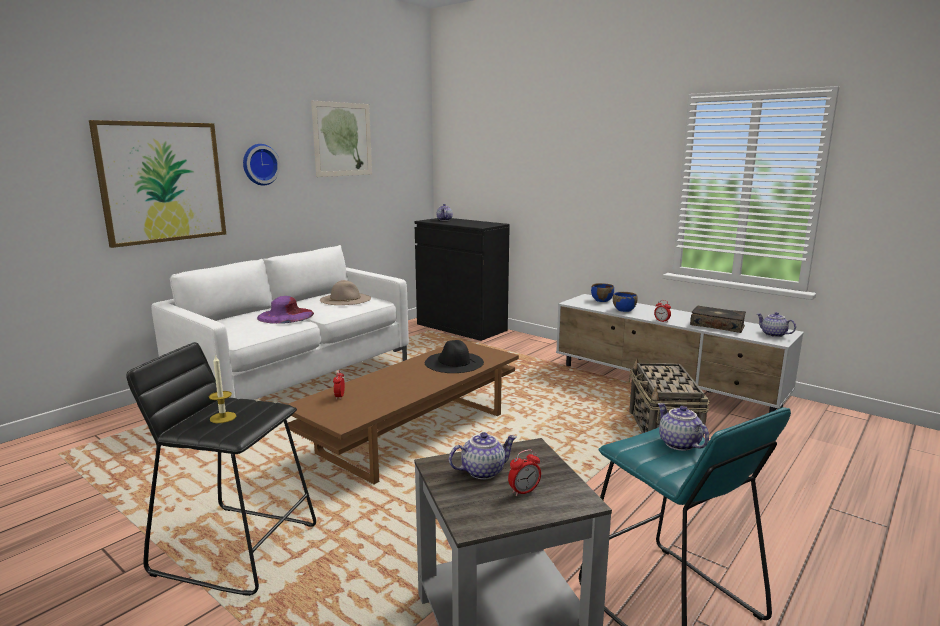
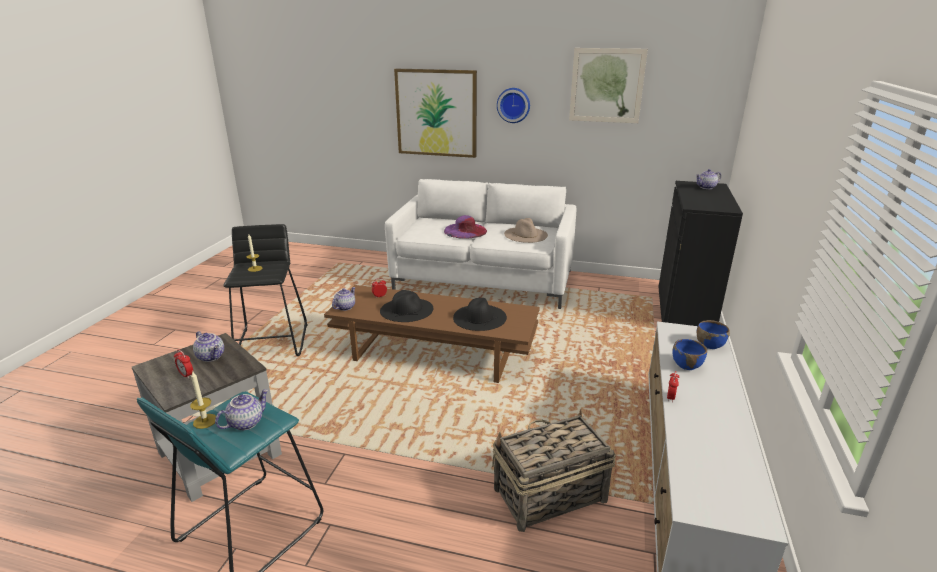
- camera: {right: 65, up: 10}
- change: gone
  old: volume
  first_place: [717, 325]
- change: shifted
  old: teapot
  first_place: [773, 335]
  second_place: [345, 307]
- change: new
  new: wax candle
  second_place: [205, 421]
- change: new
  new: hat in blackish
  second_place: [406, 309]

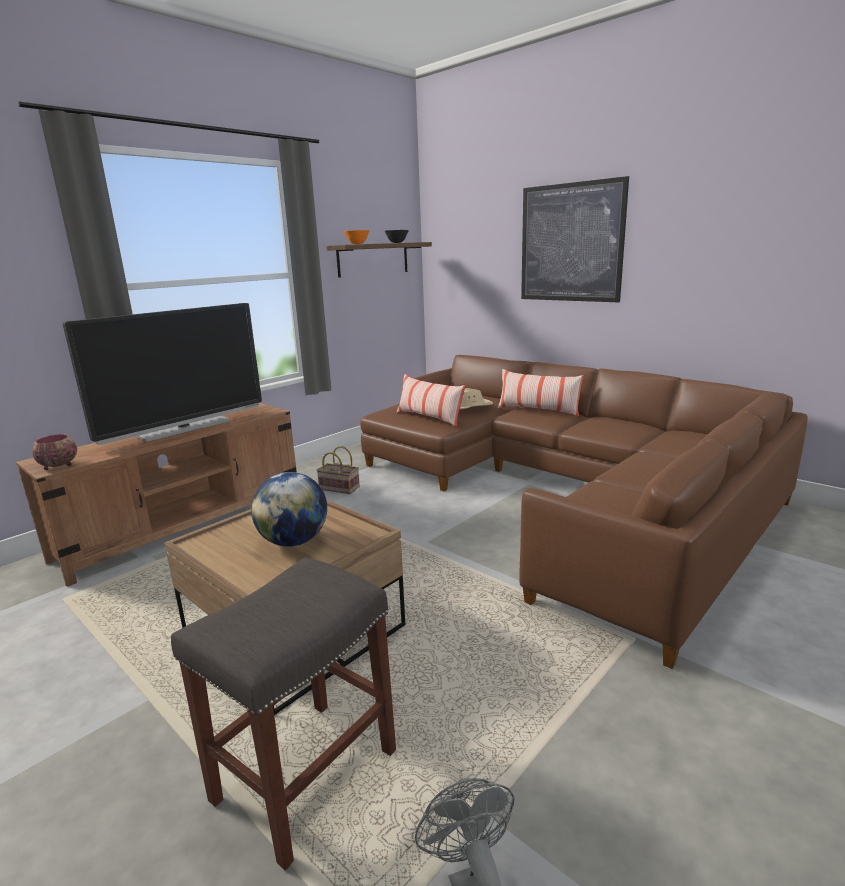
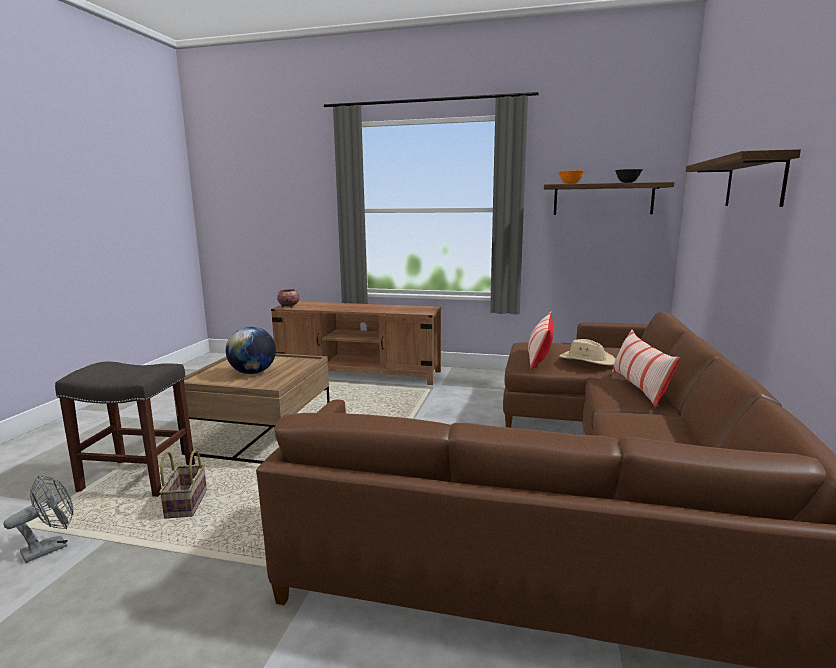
- camera: {right: 60, up: -5}
- change: gone
  old: television
  first_place: [184, 428]
- change: shifted
  old: storage basket
  first_place: [338, 488]
  second_place: [185, 503]
- change: swapped
  old: picture
  new: shelf
  first_place: [571, 243]
  second_place: [754, 182]

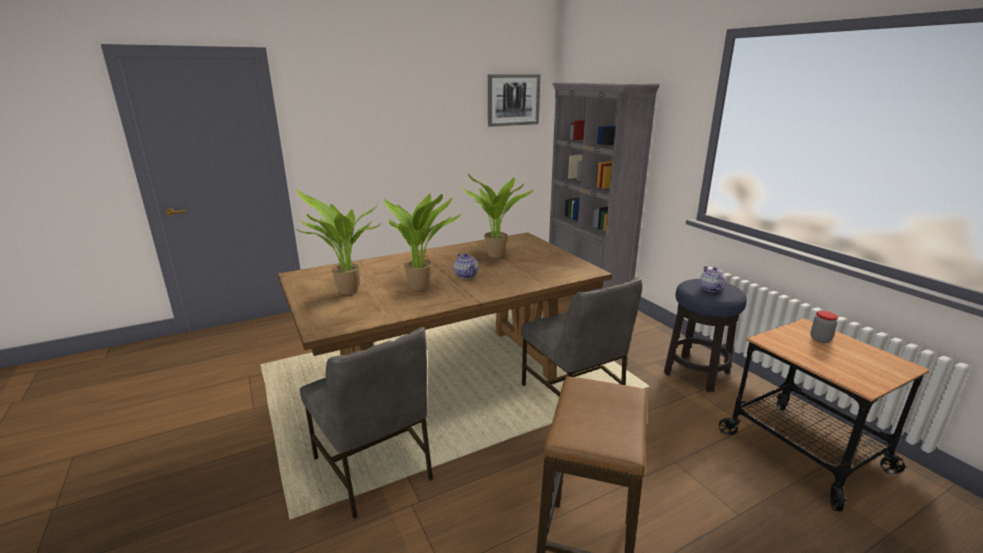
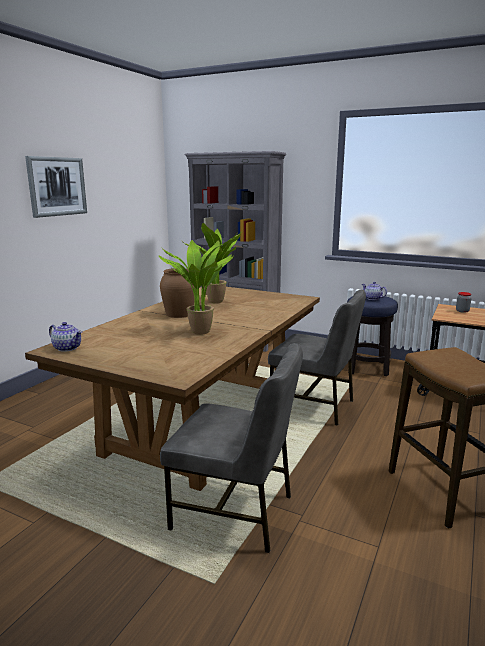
- camera: {right: -35, up: -5}
- change: gone
  old: houseplant
  first_place: [346, 293]
- change: shifted
  old: teapot
  first_place: [466, 275]
  second_place: [67, 348]
- change: shifted
  old: picture
  first_place: [513, 100]
  second_place: [57, 186]
- change: new
  new: vase in brown-coloured
  second_place: [179, 314]

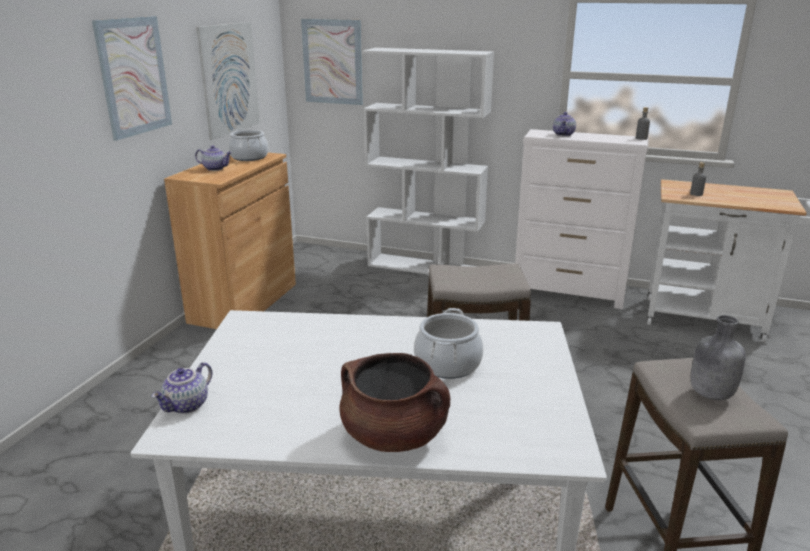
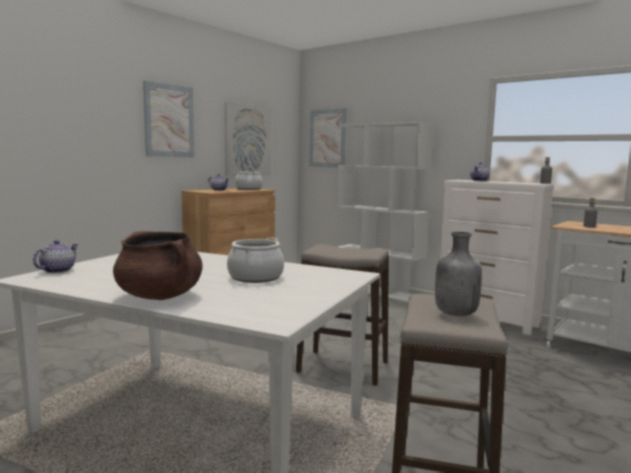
- camera: {right: 20, up: -15}
- change: rotated
  old: teapot
  first_place: [187, 406]
  second_place: [57, 270]
  degrees: 150

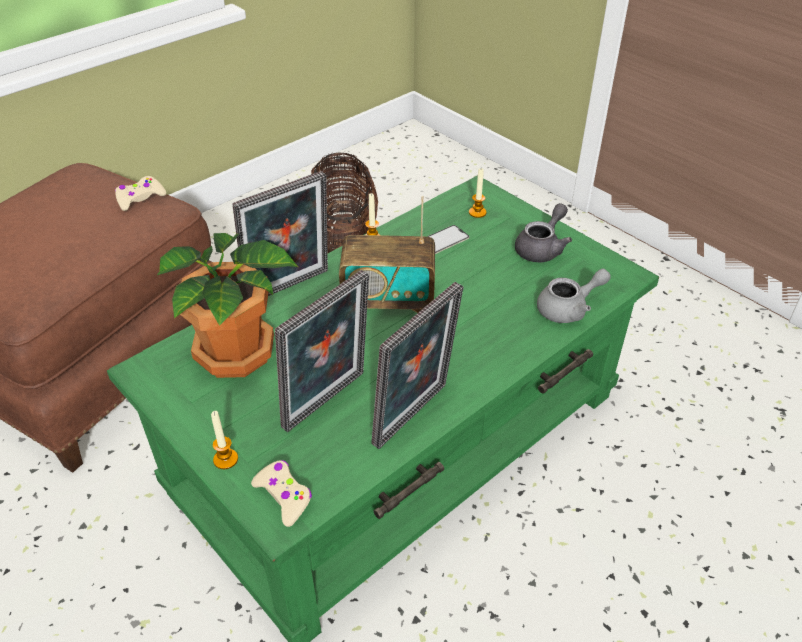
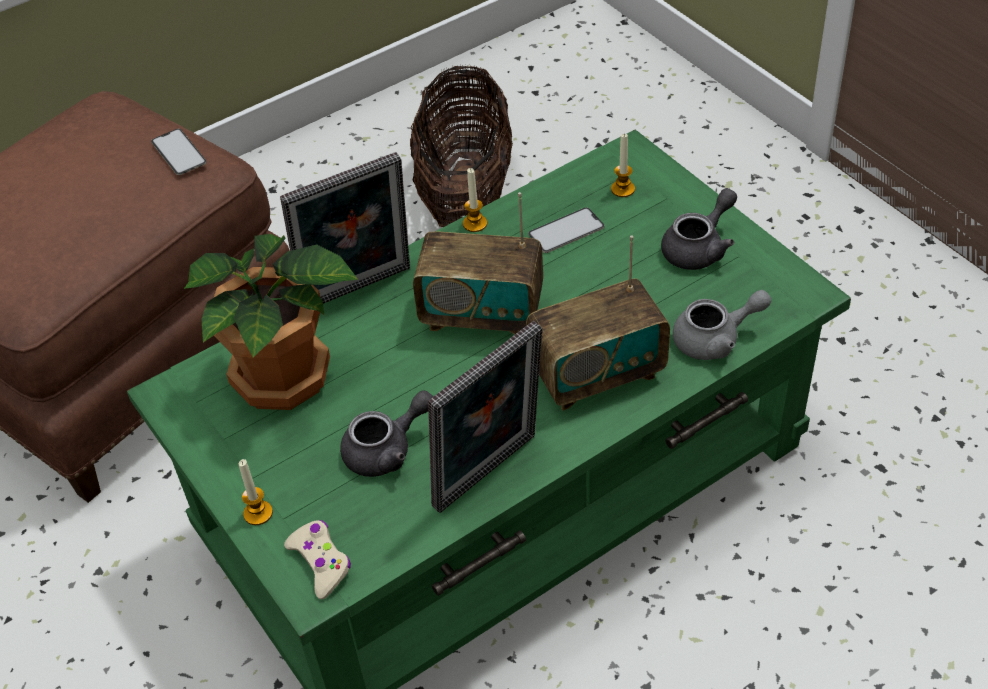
- camera: {right: 10, up: 5}
- change: swapped
  old: game controller in beige
  new: telephone
  first_place: [140, 198]
  second_place: [179, 152]
- change: swapped
  old: picture frame
  new: teapot in greyish
  first_place: [328, 403]
  second_place: [387, 450]
- change: new
  new: radio
  second_place: [597, 374]

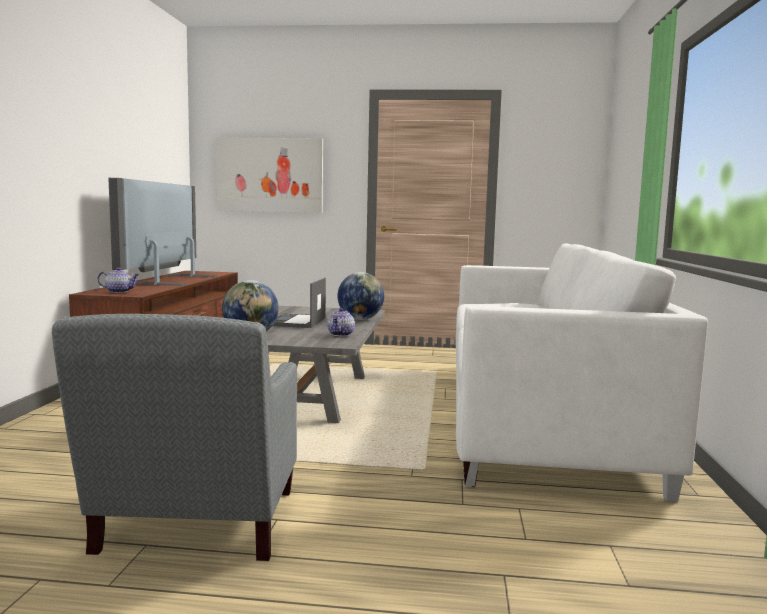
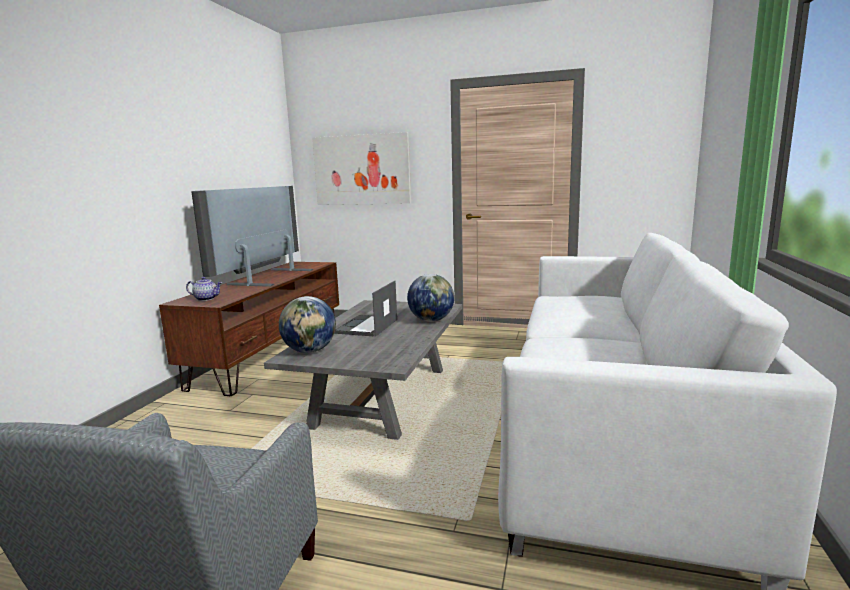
- camera: {right: 10, up: 5}
- change: gone
  old: teapot
  first_place: [341, 334]

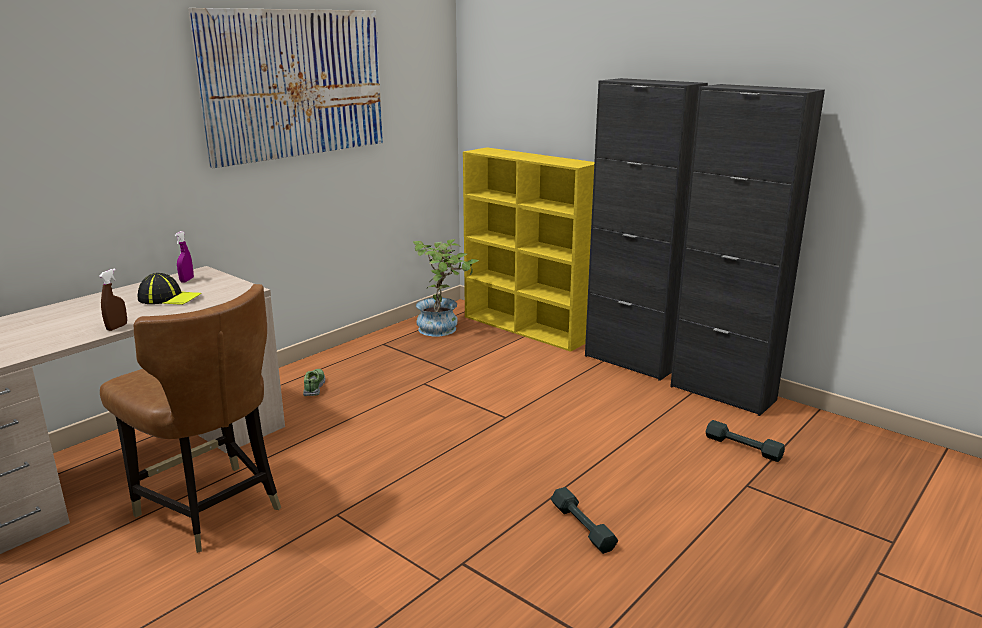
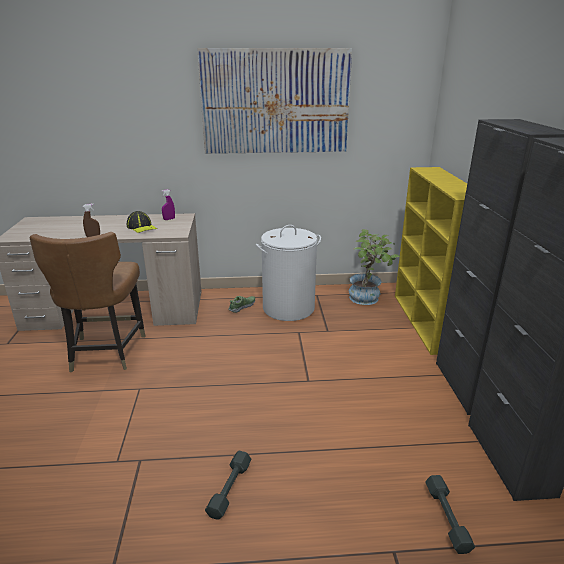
- camera: {right: 45, up: 5}
- change: new
  new: laundry basket in white-coloured
  second_place: [288, 308]

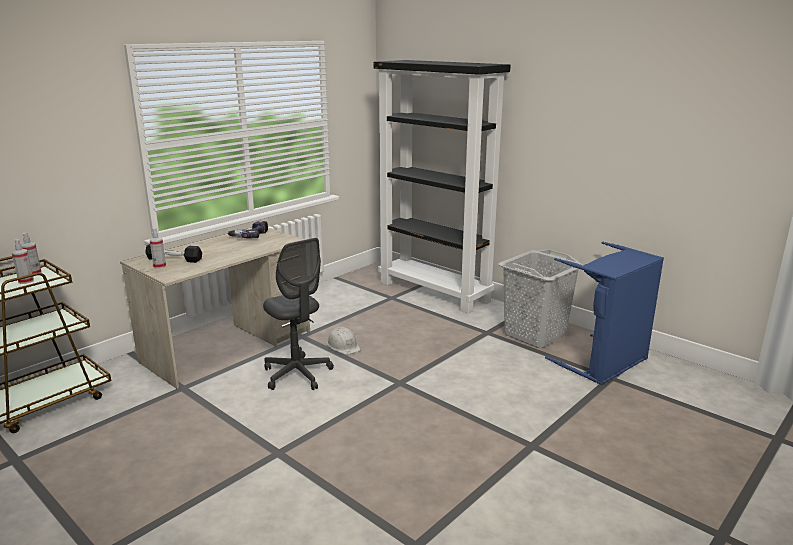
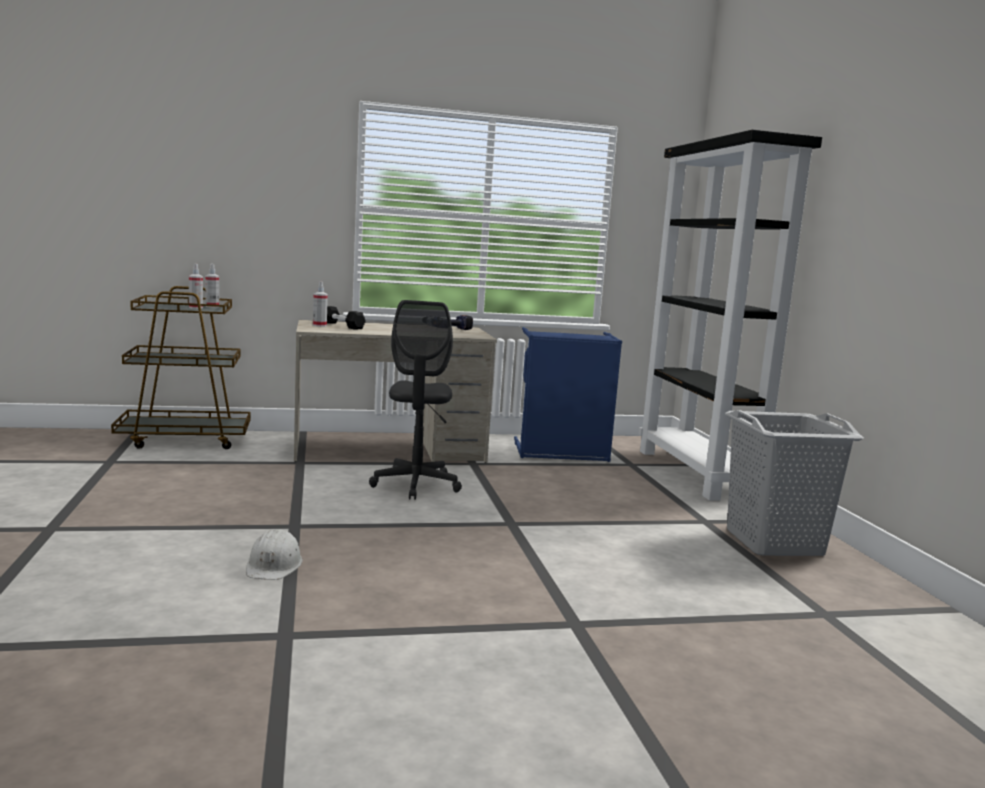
- camera: {right: 35, up: -10}
- change: shifted
  old: work helmet in white-coloured
  first_place: [343, 346]
  second_place: [274, 565]
- change: shifted
  old: laundry basket in blue
  first_place: [605, 363]
  second_place: [561, 454]

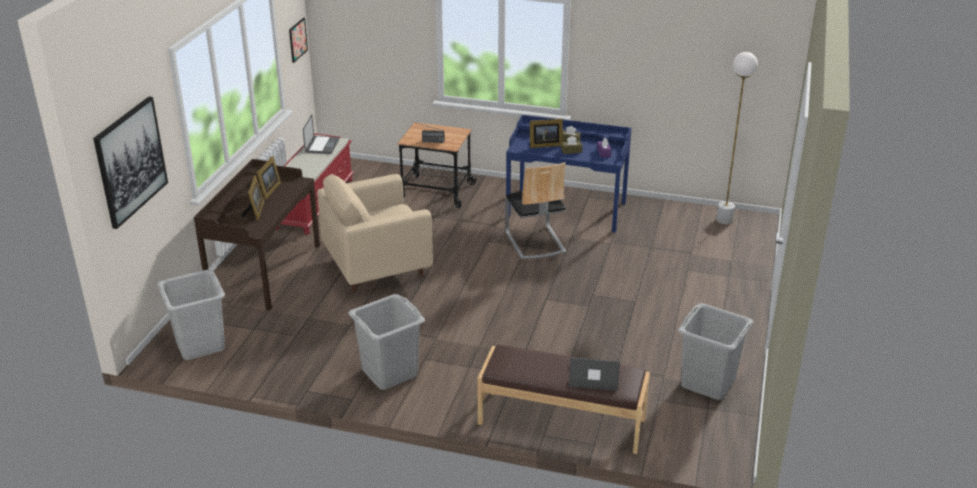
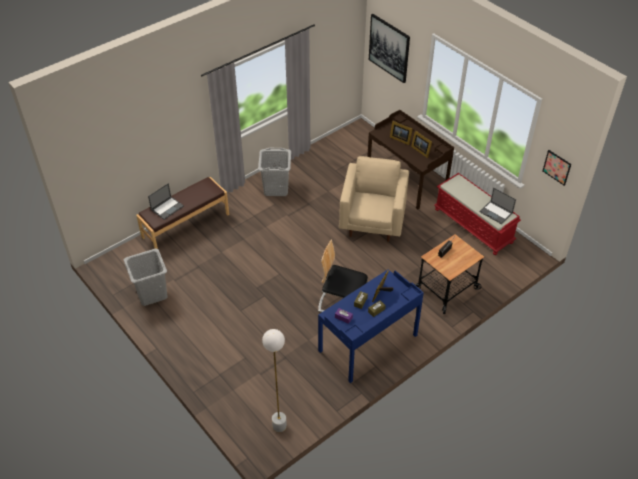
- camera: {right: 125, up: 15}
- change: gone
  old: laundry basket in greyish
  first_place: [200, 345]

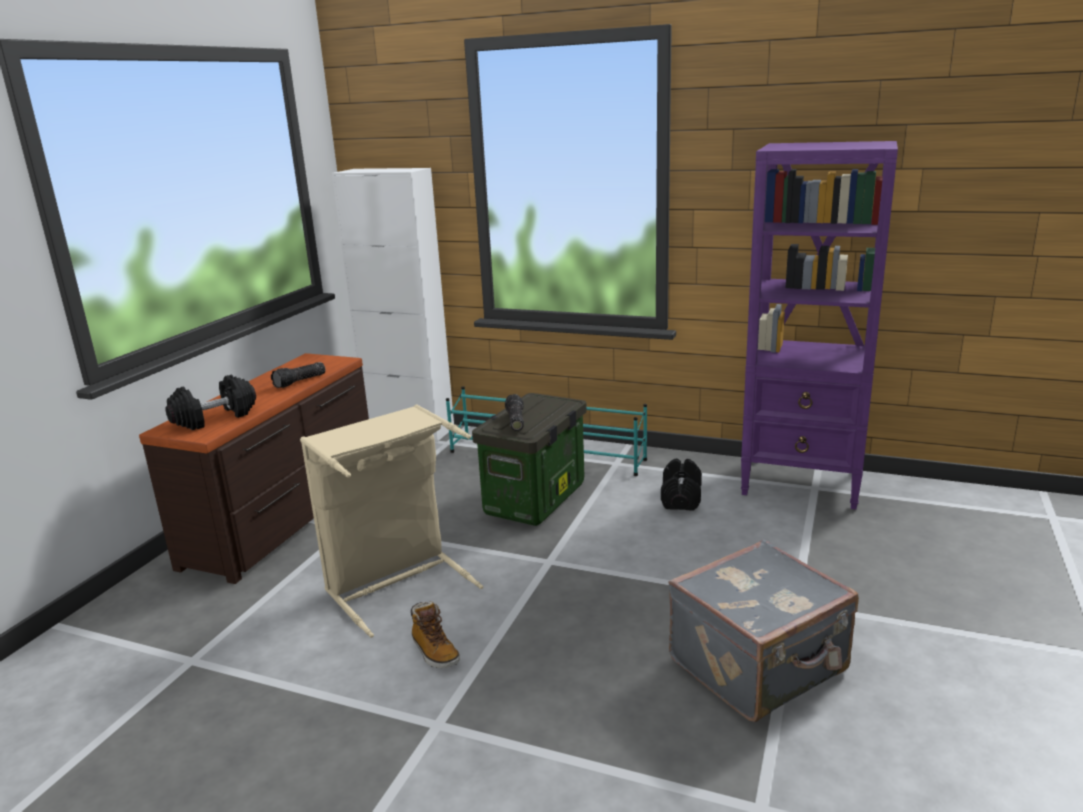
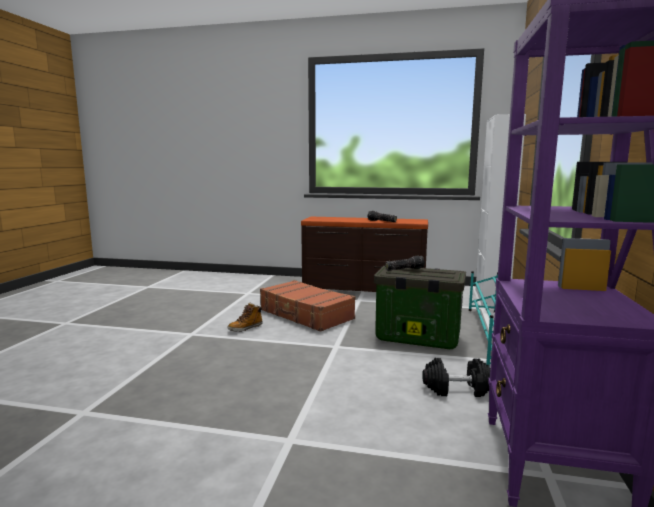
- camera: {right: 80, up: -10}
- change: gone
  old: hand weight in blackish
  first_place: [215, 418]
- change: swapped
  old: laundry basket in beige
  new: suitcase in brown-coloured
  first_place: [396, 583]
  second_place: [306, 315]
- change: gone
  old: suitcase in greyish
  first_place: [760, 667]

